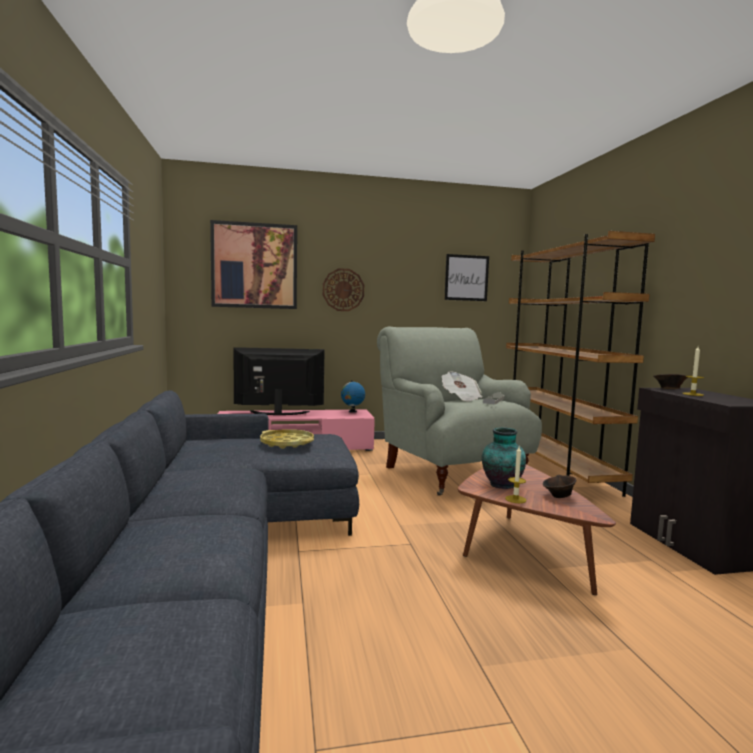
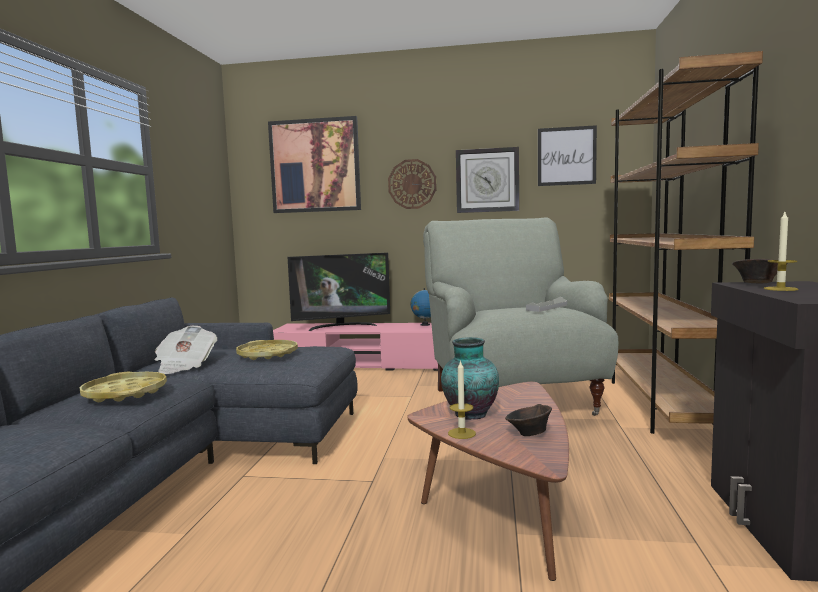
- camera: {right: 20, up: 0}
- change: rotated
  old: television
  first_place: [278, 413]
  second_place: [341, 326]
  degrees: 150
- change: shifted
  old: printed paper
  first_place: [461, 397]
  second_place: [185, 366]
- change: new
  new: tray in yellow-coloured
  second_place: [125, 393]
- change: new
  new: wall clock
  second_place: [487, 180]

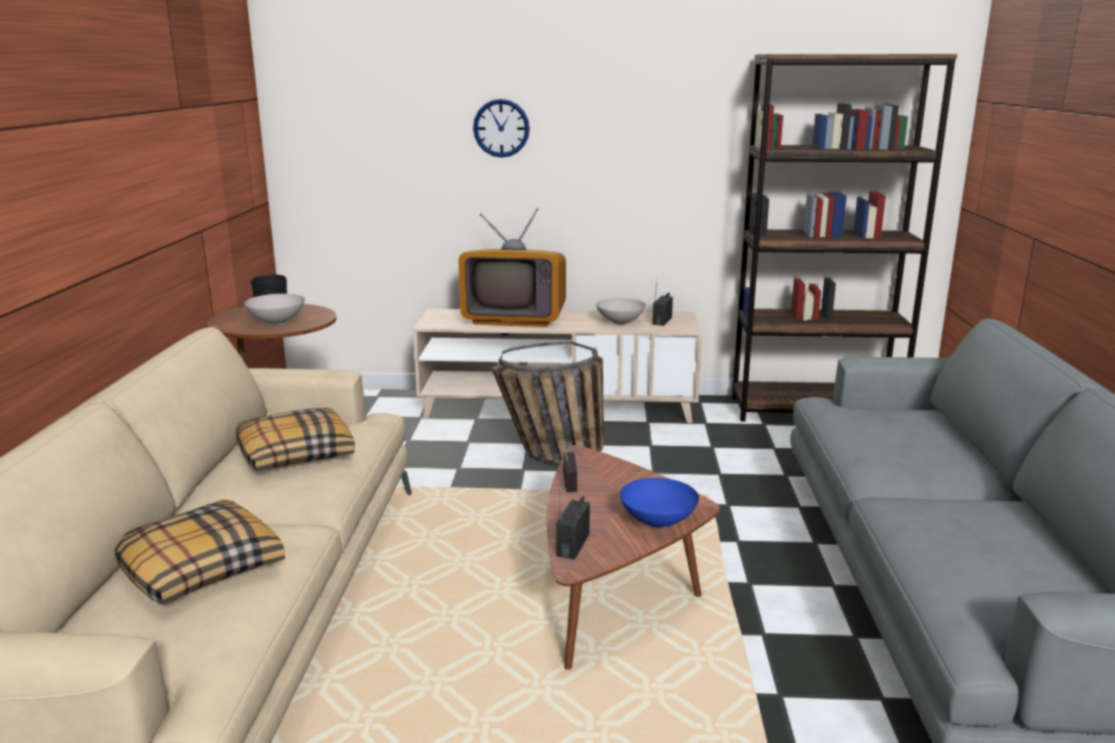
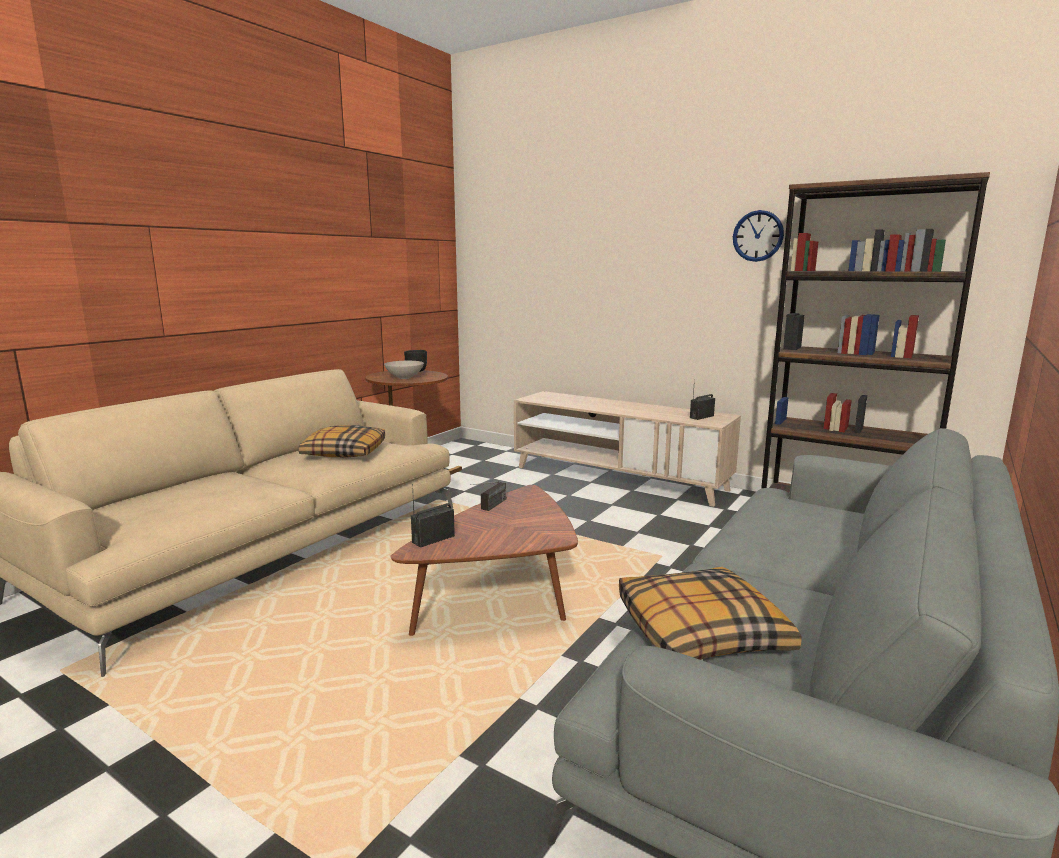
- camera: {right: 30, up: -5}
- change: shifted
  old: throw pillow
  first_place: [198, 567]
  second_place: [699, 632]
- change: gone
  old: television
  first_place: [514, 318]
- change: shifted
  old: wall clock
  first_place: [501, 128]
  second_place: [758, 236]
- change: gone
  old: storage basket
  first_place: [551, 458]
- change: gone
  old: serving bowl in white-coloured
  first_place: [620, 322]
- change: gone
  old: serving bowl in blue
  first_place: [658, 522]

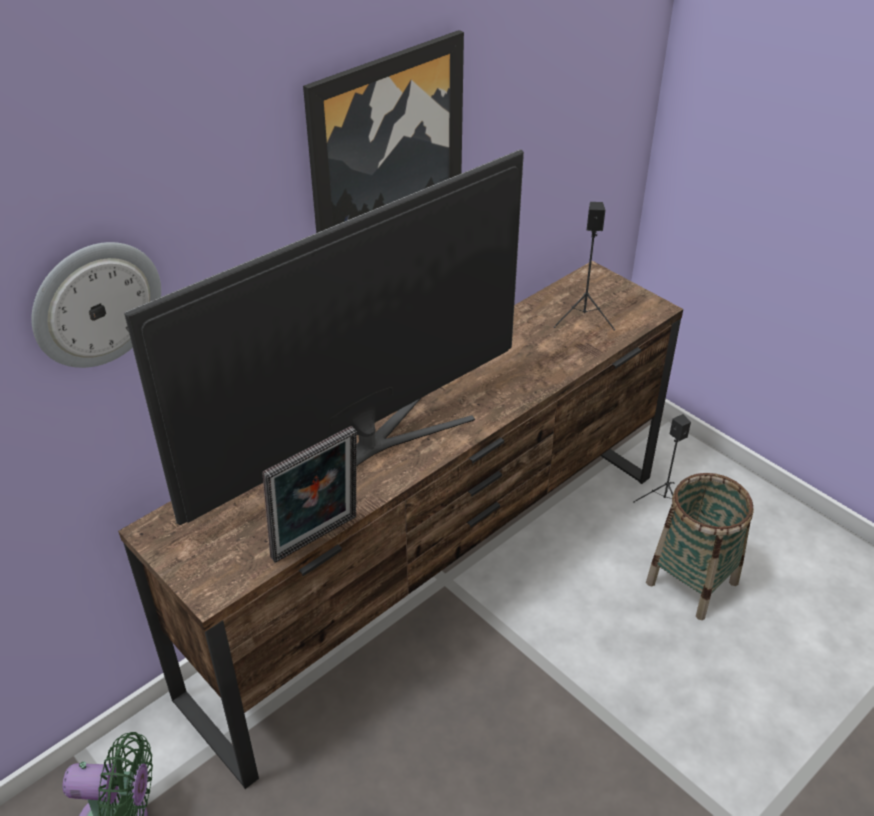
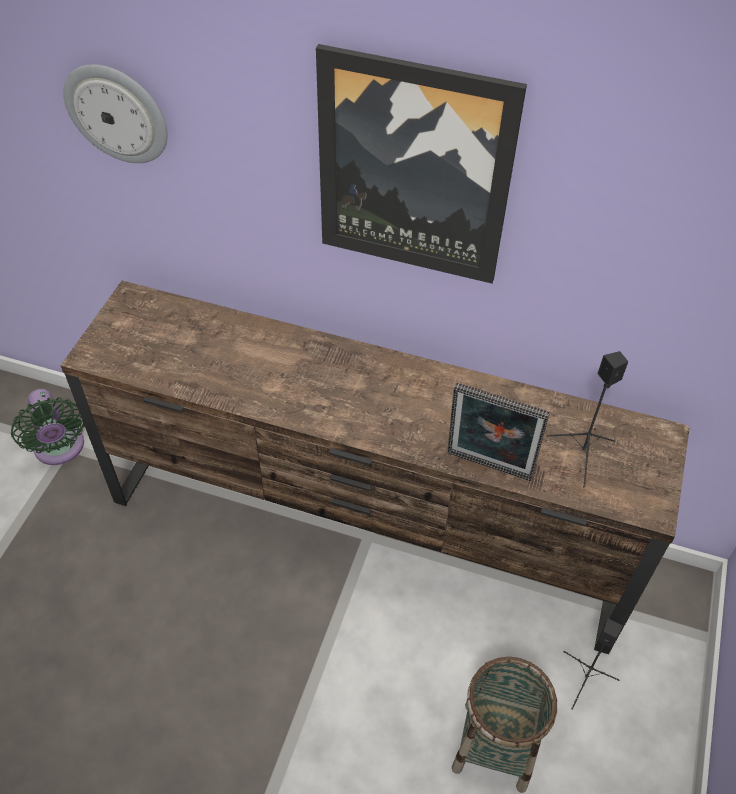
- camera: {right: 60, up: 10}
- change: gone
  old: television
  first_place: [364, 448]
- change: shifted
  old: picture frame
  first_place: [317, 540]
  second_place: [487, 468]

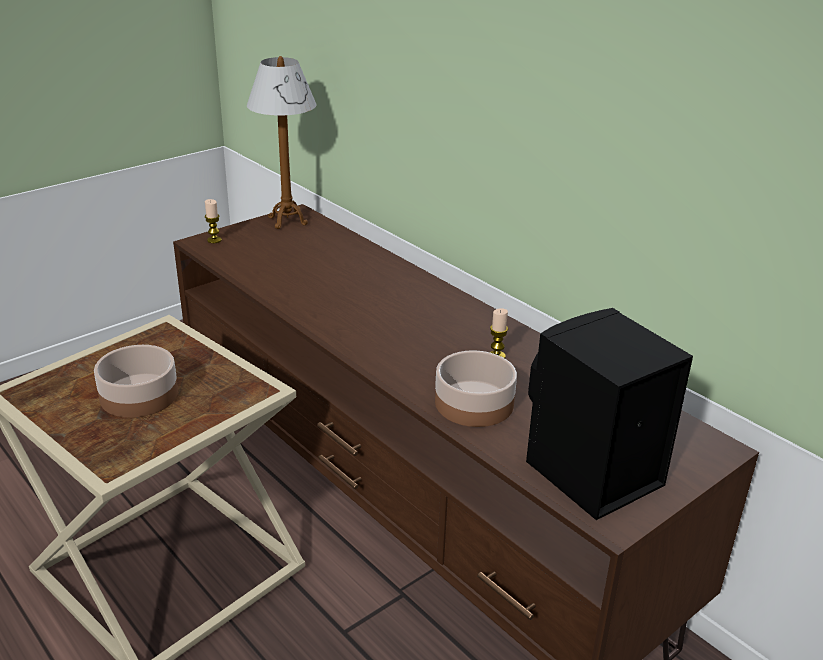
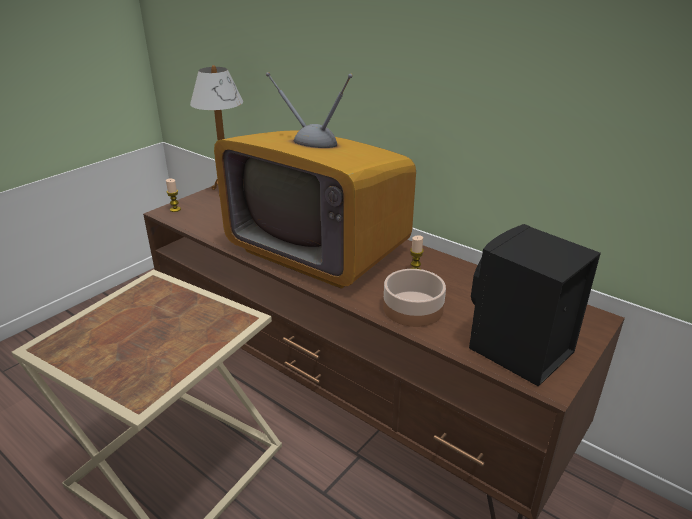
- camera: {right: -10, up: 0}
- change: gone
  old: serving bowl
  first_place: [140, 396]
- change: new
  new: television
  second_place: [319, 250]

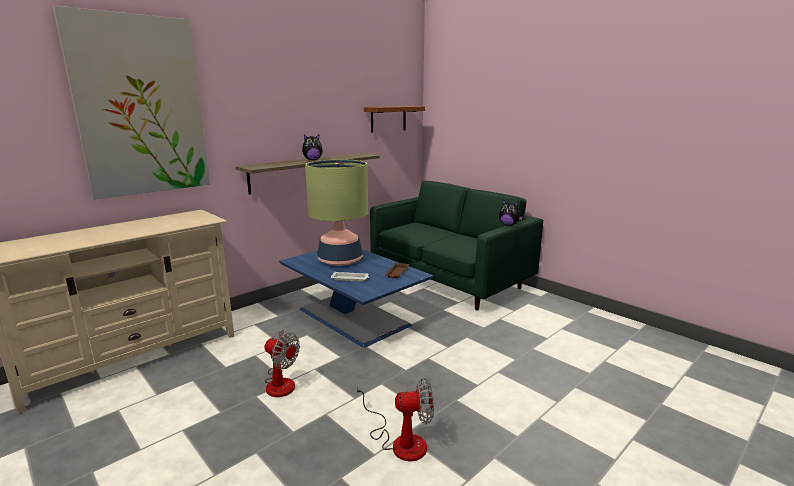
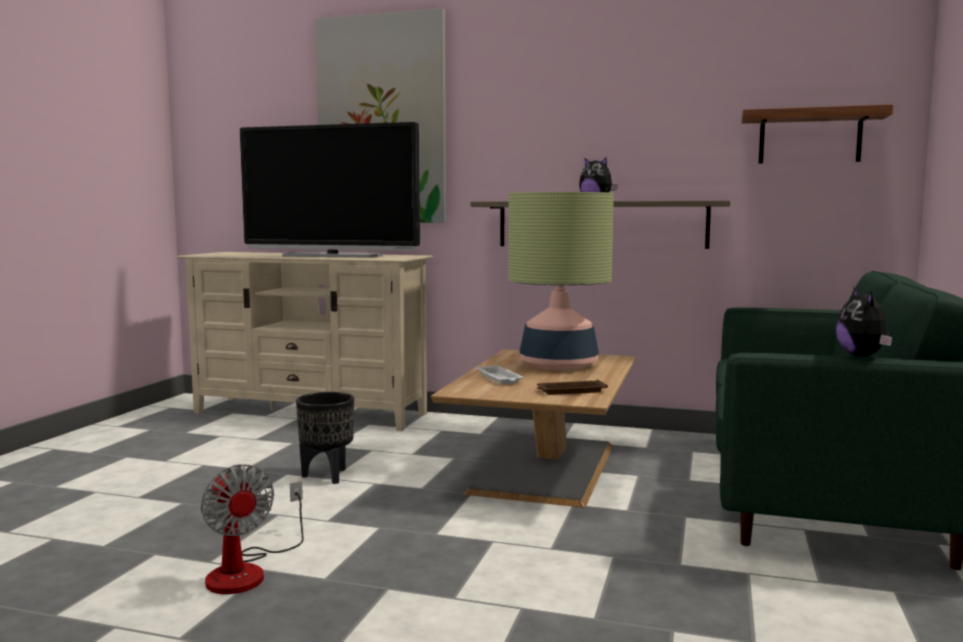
- camera: {right: 60, up: -10}
- change: swapped
  old: fan
  new: flower pot in blackish
  first_place: [281, 381]
  second_place: [328, 476]
- change: repainted
  old: lounge table in blue
  new: lounge table in brown-coloured
  first_place: [355, 317]
  second_place: [545, 468]
- change: new
  new: television
  second_place: [332, 256]

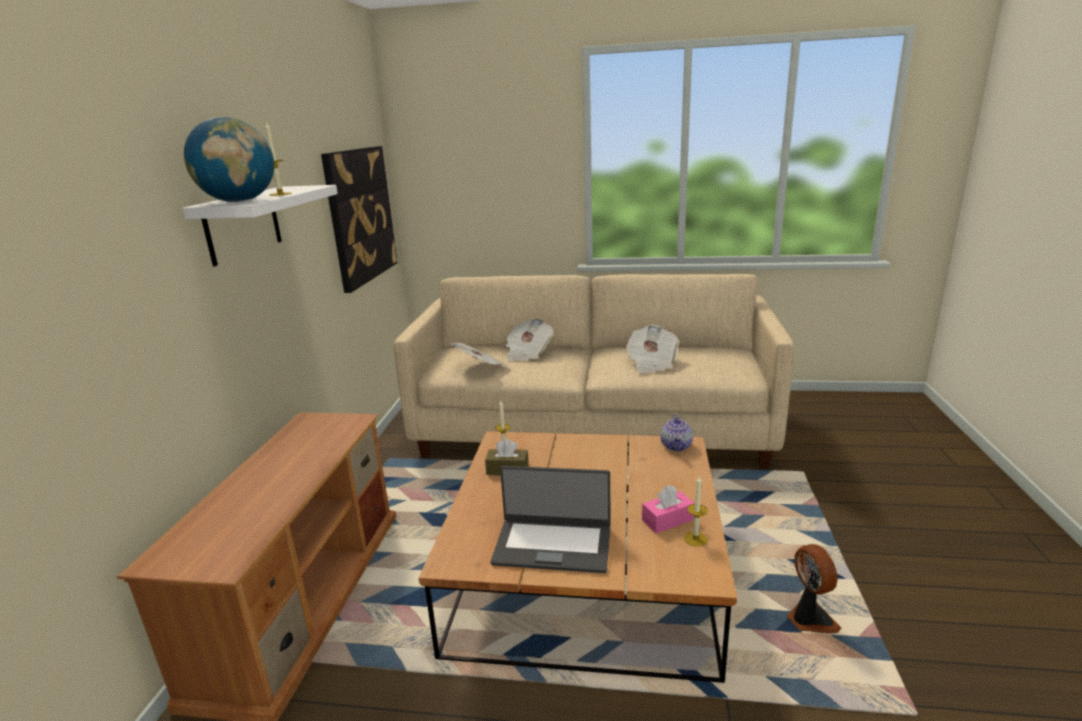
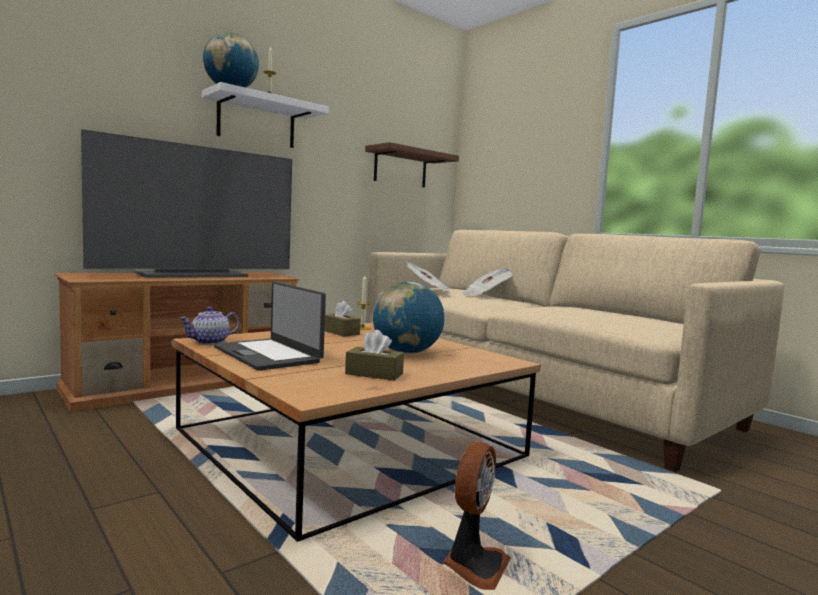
- camera: {right: 40, up: -15}
- change: swapped
  old: picture
  new: shelf in brown-coloured
  first_place: [360, 215]
  second_place: [400, 168]
- change: gone
  old: printed paper
  first_place: [651, 363]
- change: repainted
  old: tissue box in pink
  new: tissue box in brown-coloured
  first_place: [668, 520]
  second_place: [374, 374]
- change: shifted
  old: teapot
  first_place: [676, 446]
  second_place: [210, 342]
- change: gone
  old: wax candle
  first_place: [695, 538]
- change: new
  new: television
  second_place: [194, 275]
- change: new
  new: world globe
  second_place: [406, 352]

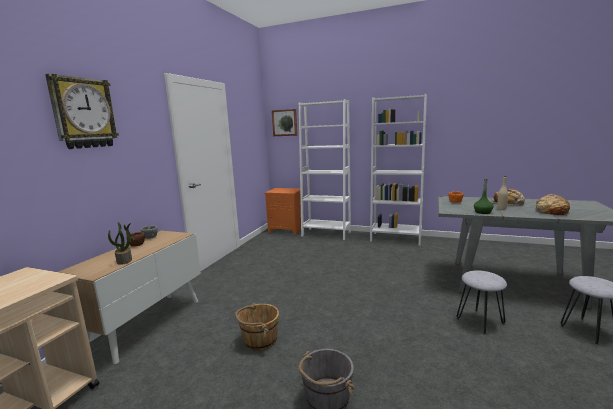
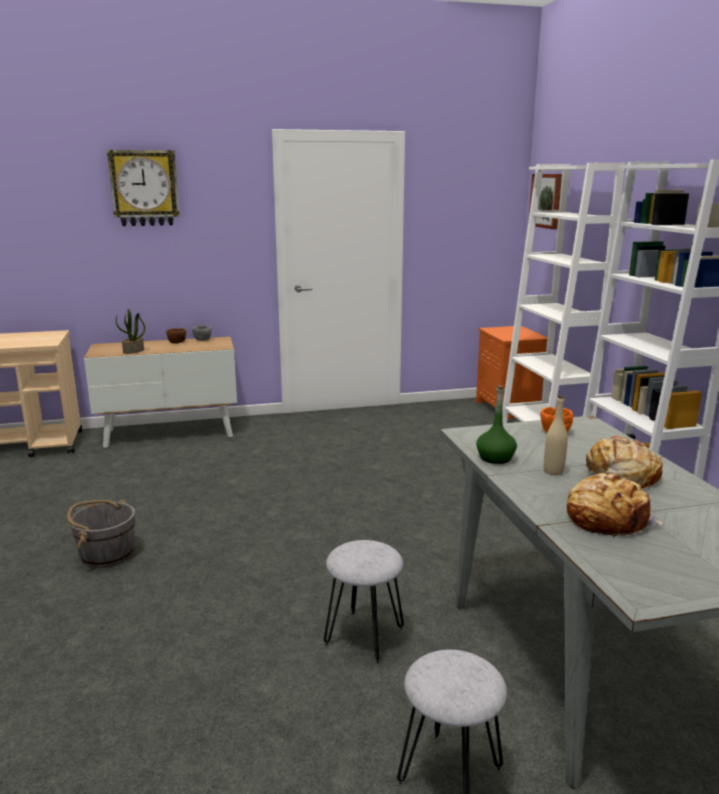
- camera: {right: 55, up: 5}
- change: gone
  old: pail in brown-coloured
  first_place: [259, 340]

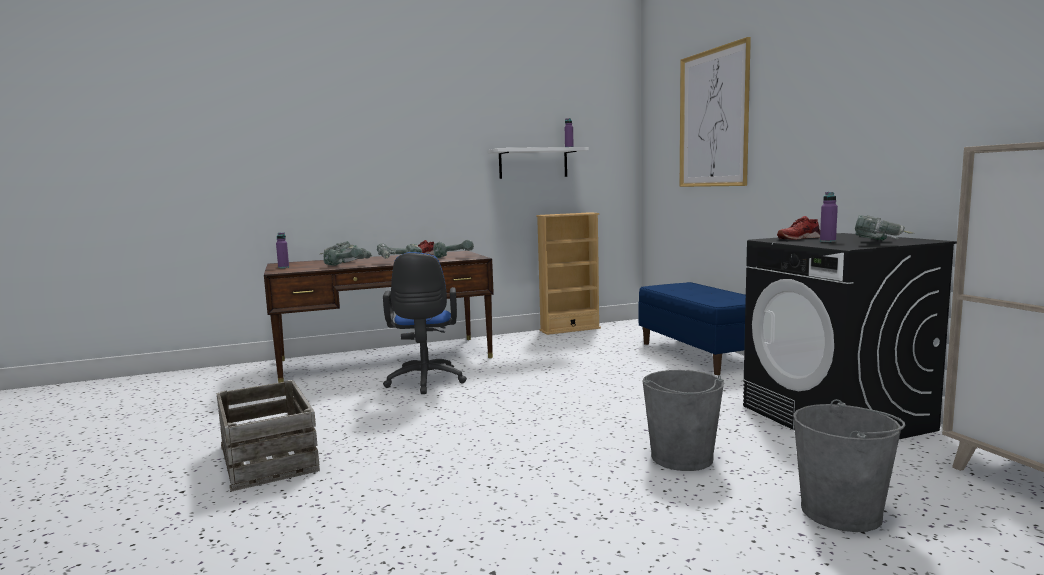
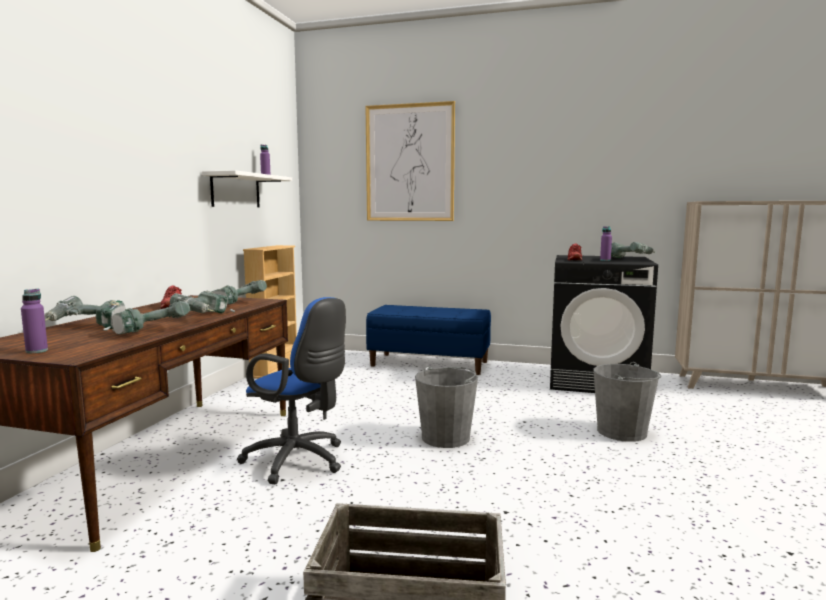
- camera: {right: -55, up: 0}
- change: shifted
  old: pail in greyish
  first_place: [841, 512]
  second_place: [446, 437]

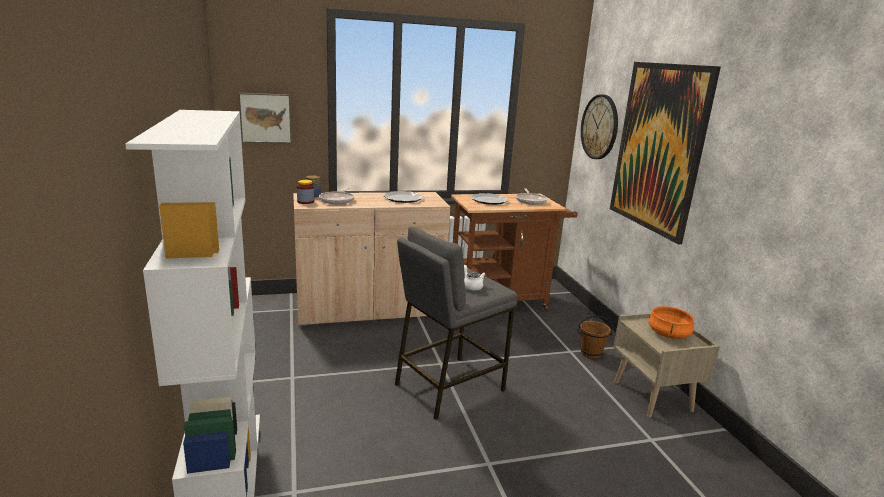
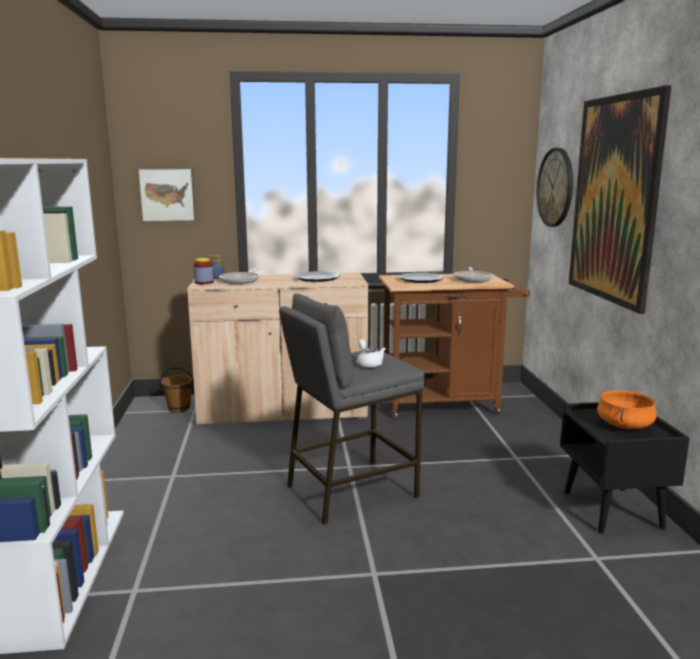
- camera: {right: 10, up: -5}
- change: shifted
  old: pail in brown-coloured
  first_place: [590, 353]
  second_place: [179, 408]
- change: repainted
  old: night table in beige
  new: night table in blackish
  first_place: [653, 396]
  second_place: [613, 510]

